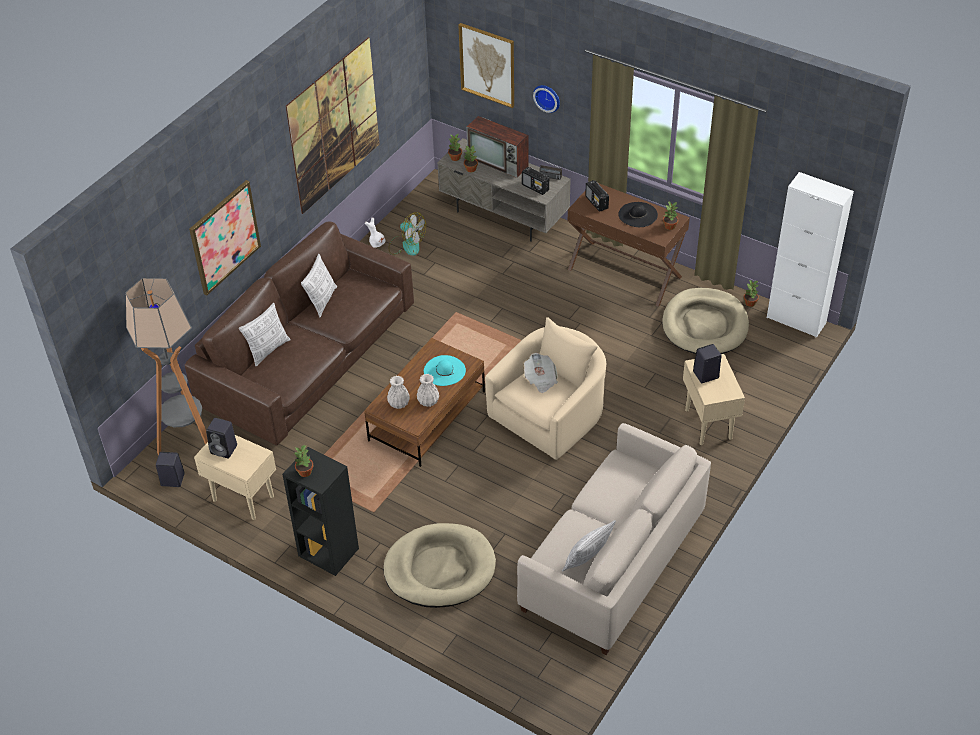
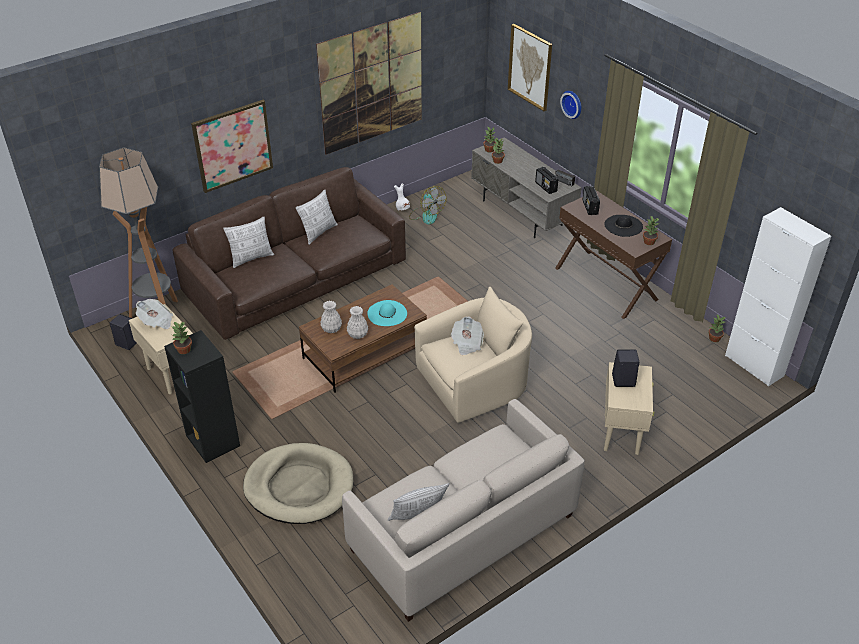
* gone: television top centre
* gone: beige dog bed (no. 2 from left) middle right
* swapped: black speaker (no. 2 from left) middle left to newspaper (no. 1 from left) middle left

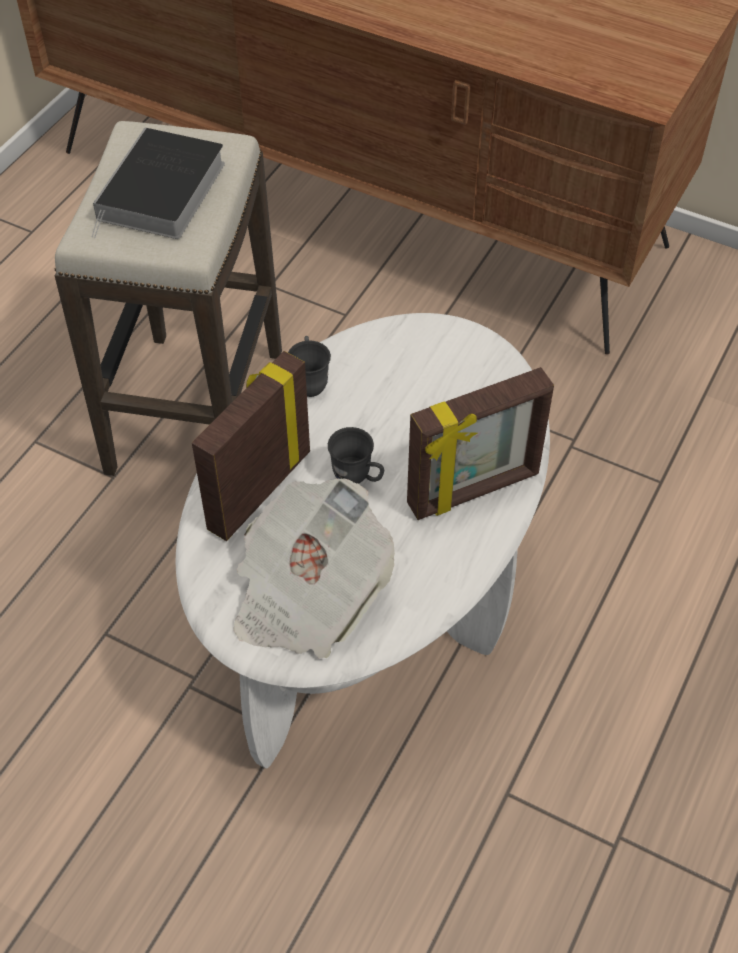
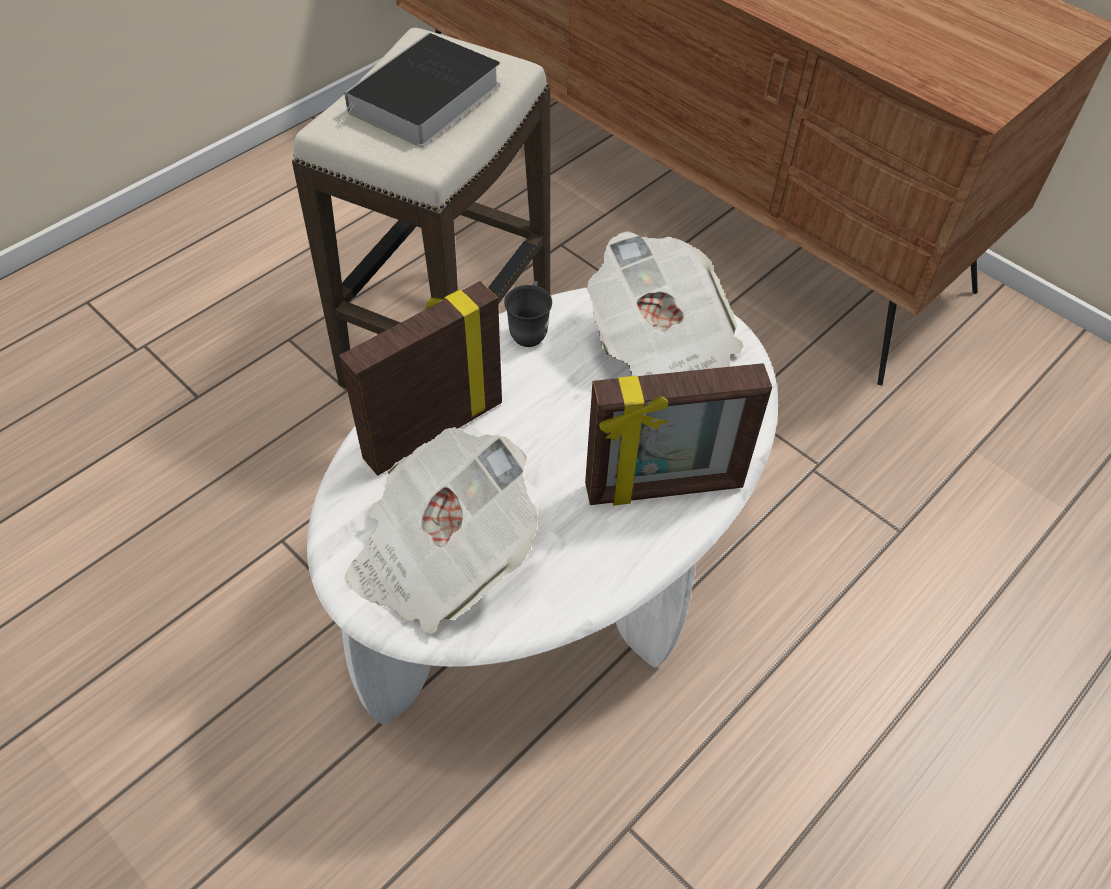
* gone: grey mug (no. 2 from left) centre
* new: newspaper (no. 2 from left) centre

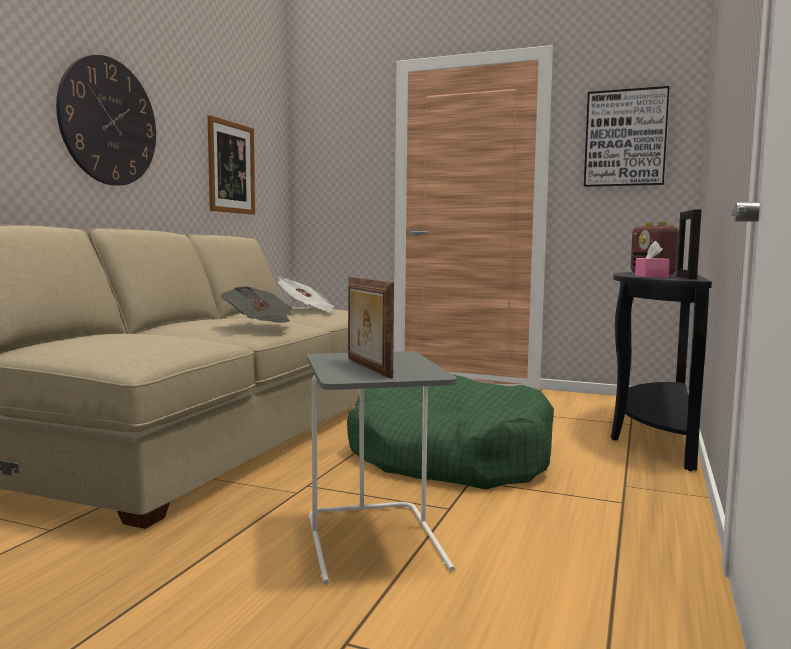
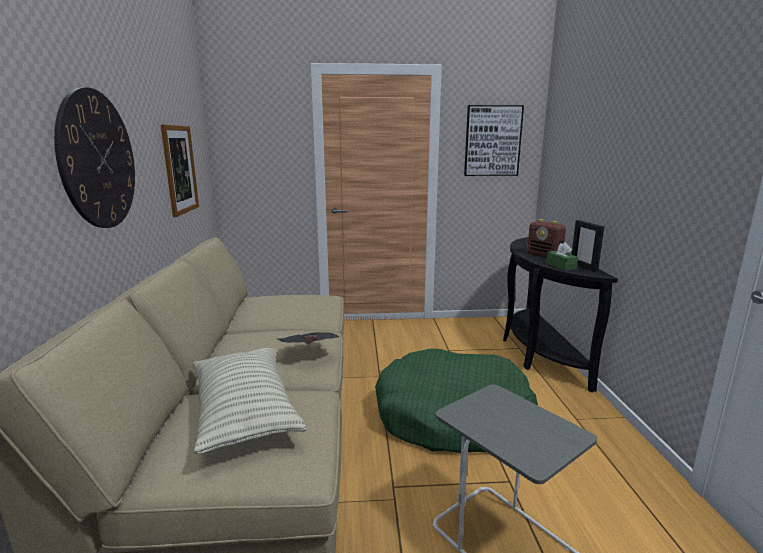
* repainted: pink tissue box middle right to green tissue box middle right
* gone: newspaper (no. 2 from left) centre
* gone: picture frame (no. 1 from left) centre
* new: pillow bottom left

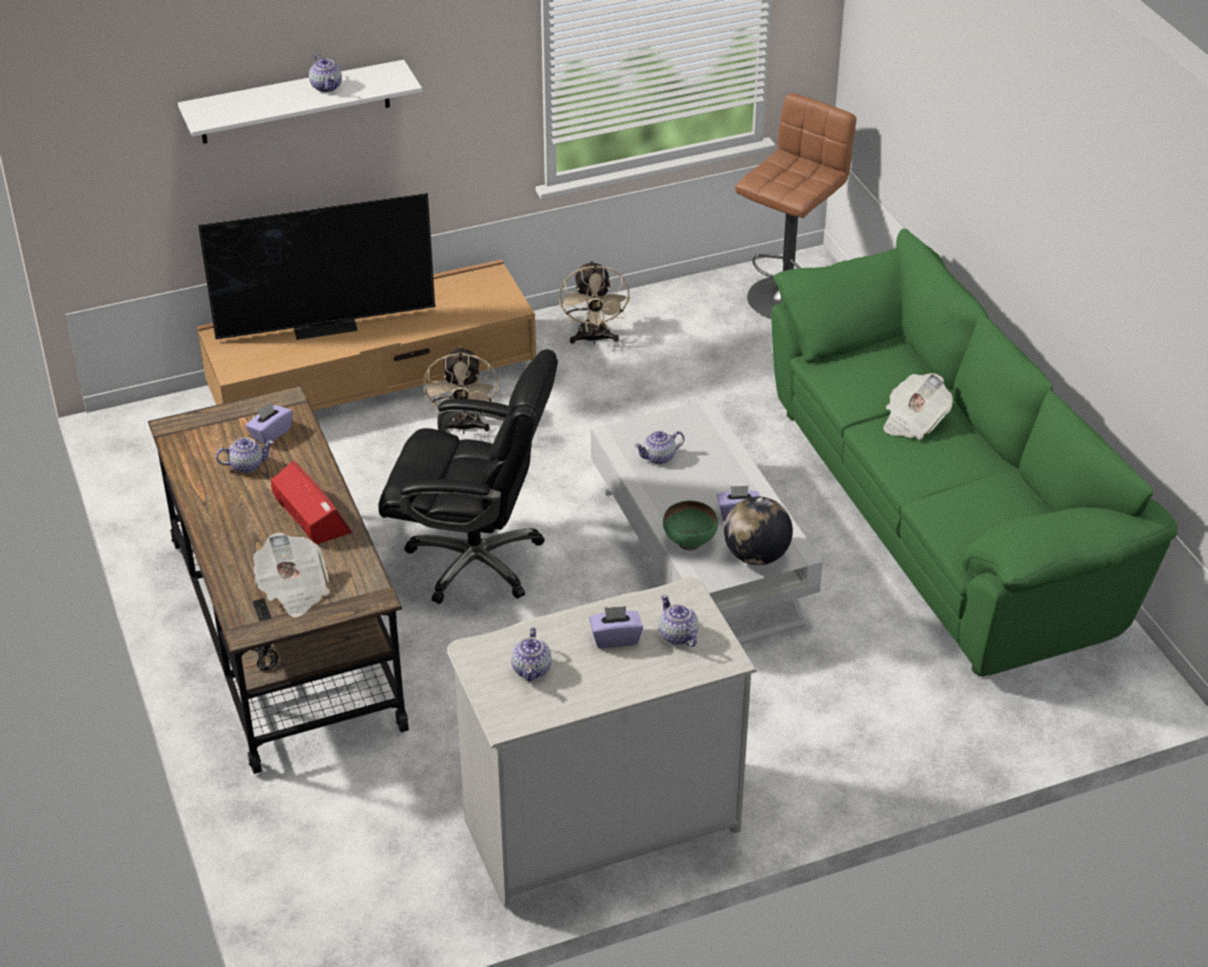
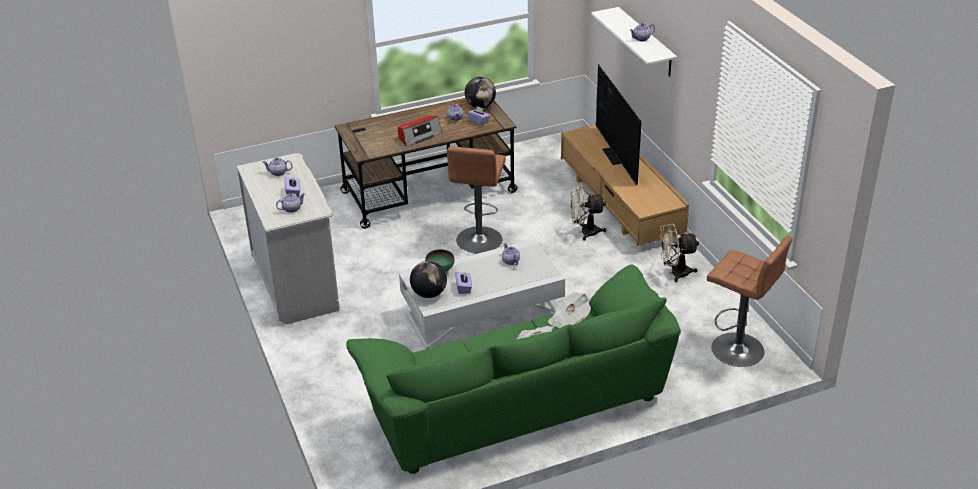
* swapped: black office chair centre to brown stool (no. 1 from left) centre
* shifted: newspaper (no. 1 from left in the first image) middle left to newspaper (no. 2 from left) centre
* new: globe (no. 2 from left) top centre

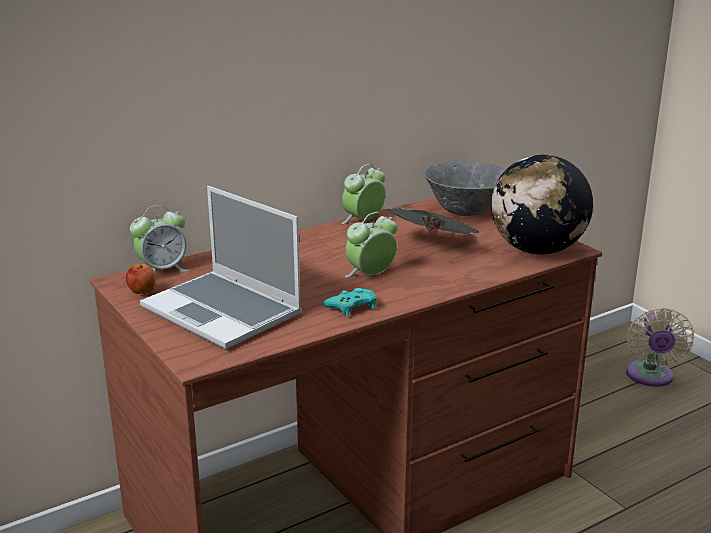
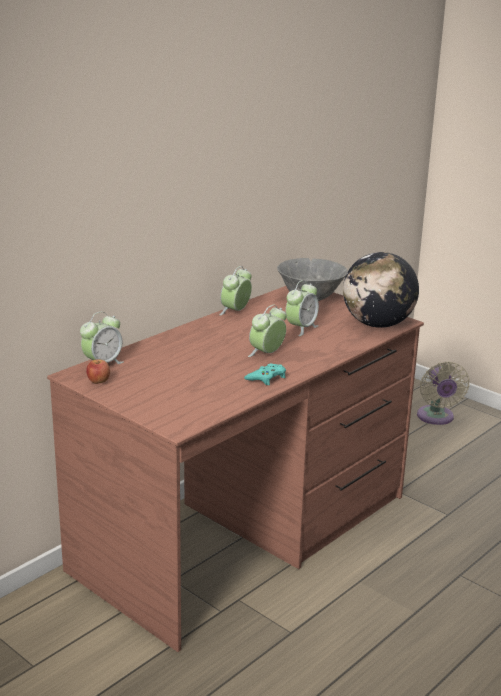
* gone: laptop middle left
* swapped: newspaper centre to alarm clock (no. 4 from left) centre

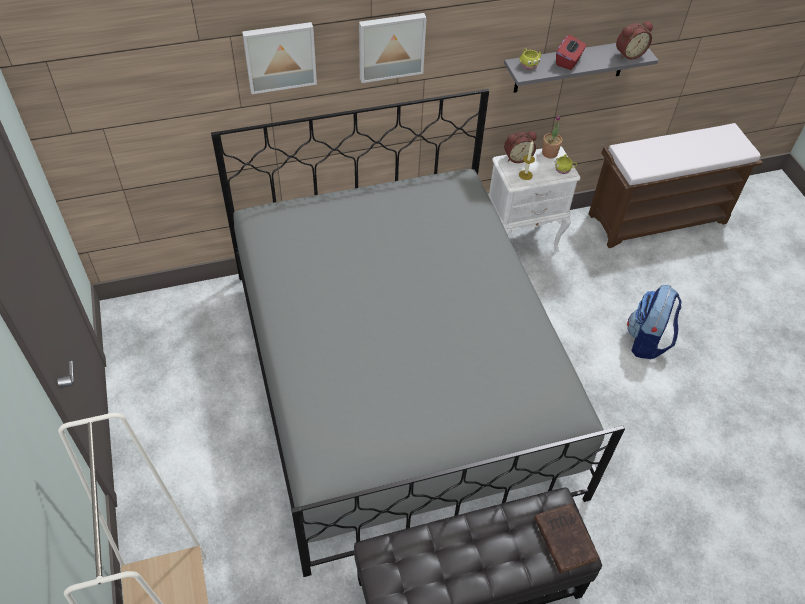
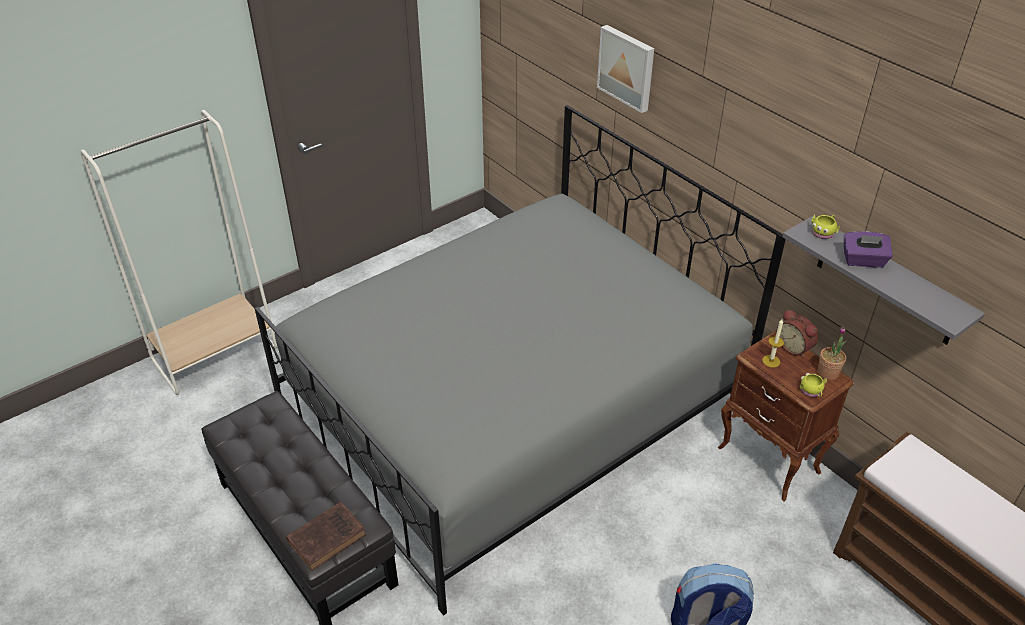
* gone: picture (no. 2 from left) top centre
* gone: alarm clock (no. 2 from left) top right
* repainted: red tissue box top right to purple tissue box middle right
* repainted: white nightstand top centre to brown nightstand middle right

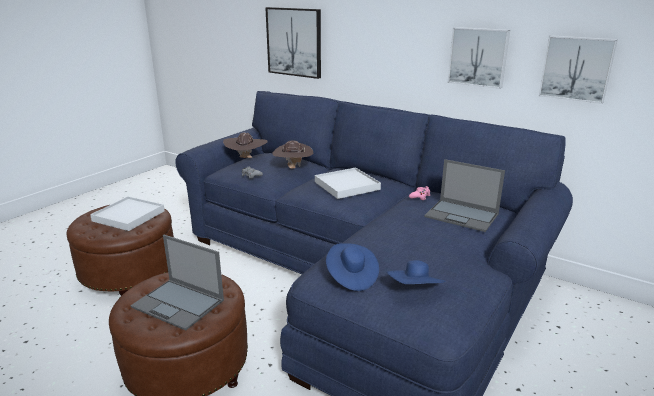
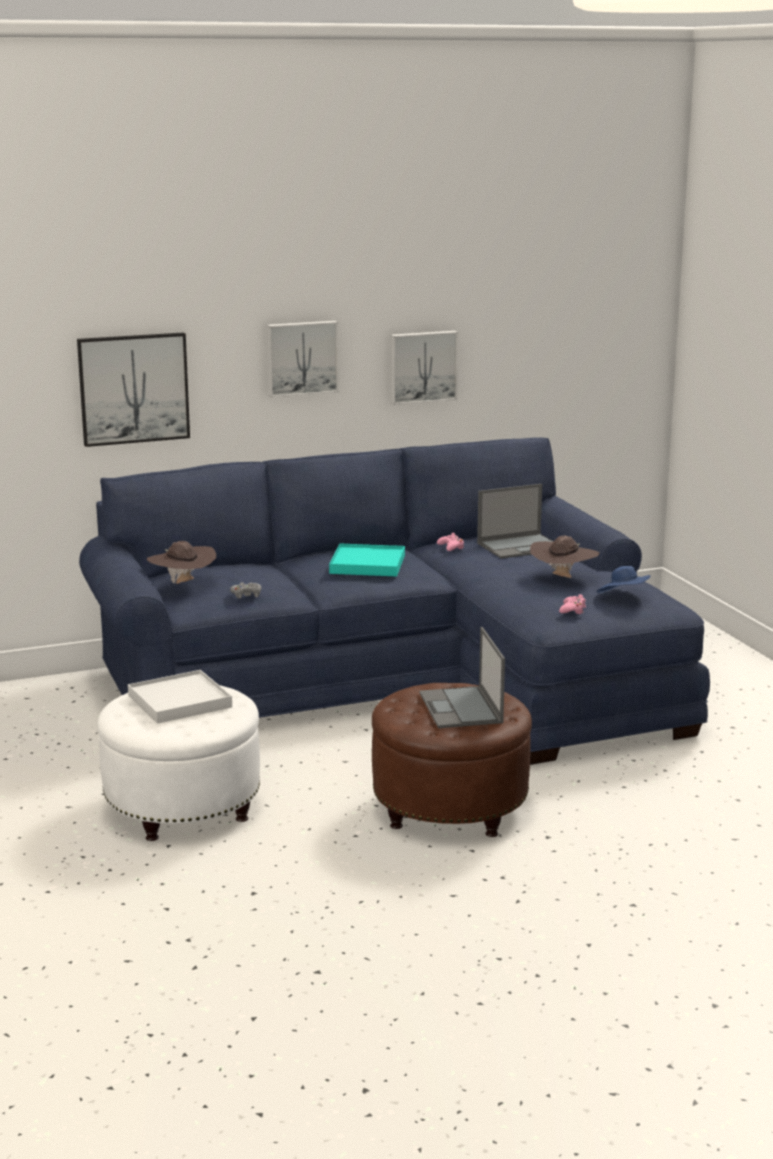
* shifted: picture (no. 3 from left in the first image) top right to picture (no. 2 from left) top centre
* shifted: brown hat (no. 2 from left) centre to middle right
* repainted: white tray (no. 2 from left) centre to turquoise tray centre
* repainted: brown ottoman (no. 1 from left) middle left to white ottoman middle left
* rotated: laptop (no. 1 from left) bottom left = centre 105 degrees clockwise
* swapped: blue hat (no. 1 from left) bottom centre to pink game controller (no. 2 from left) middle right

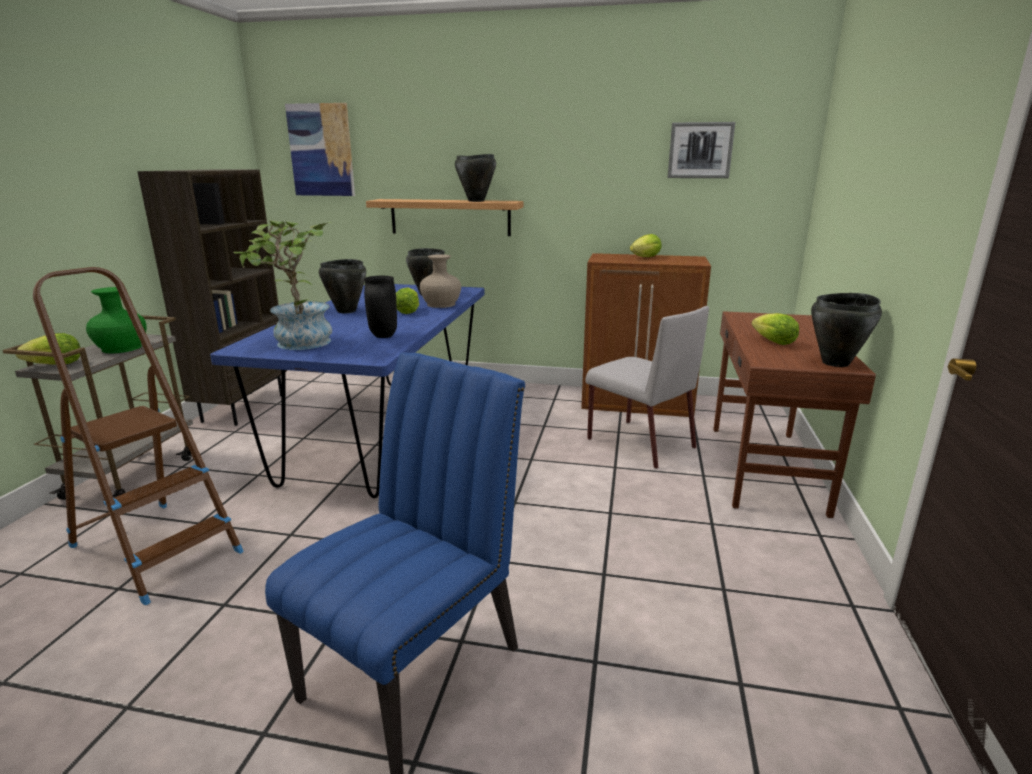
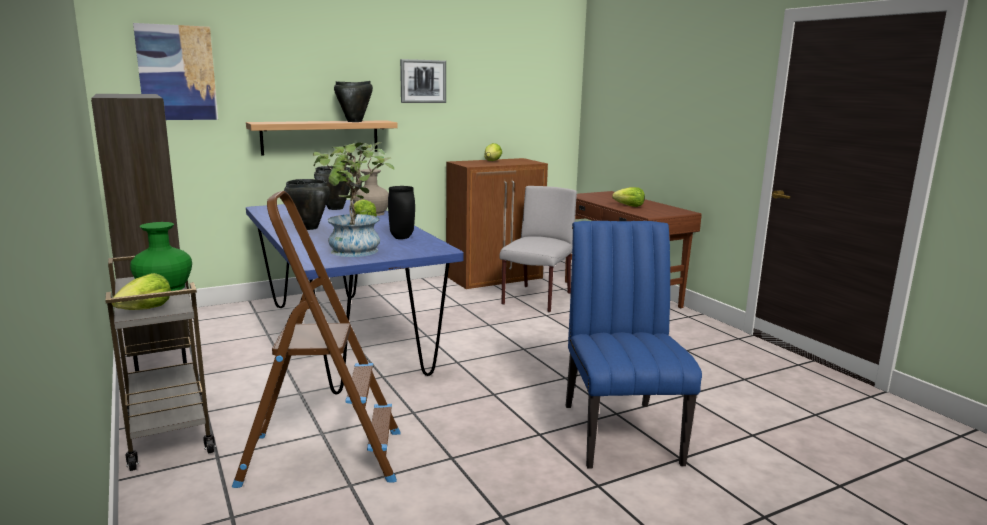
* shifted: picture (no. 2 from left) top right to top centre
* gone: black cooking pot (no. 4 from left) middle right
* rotated: grey chair centre = centre 75 degrees counterclockwise

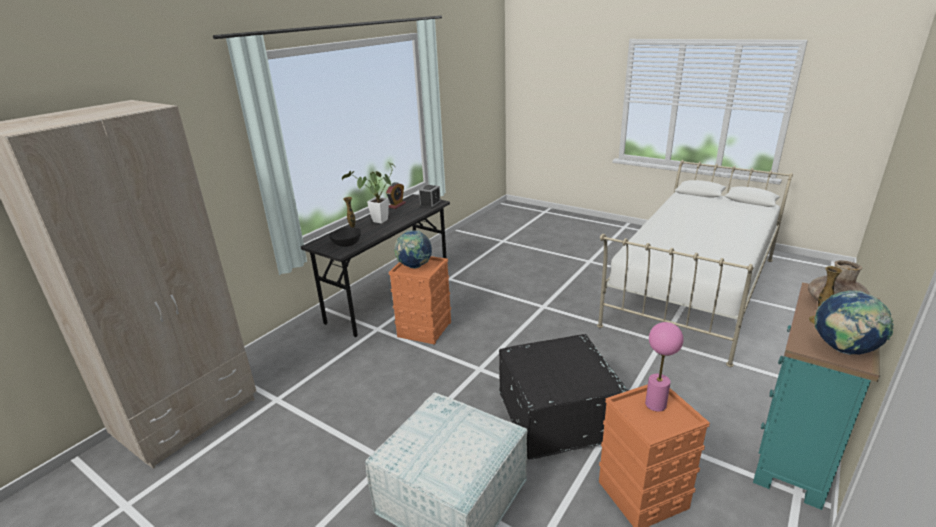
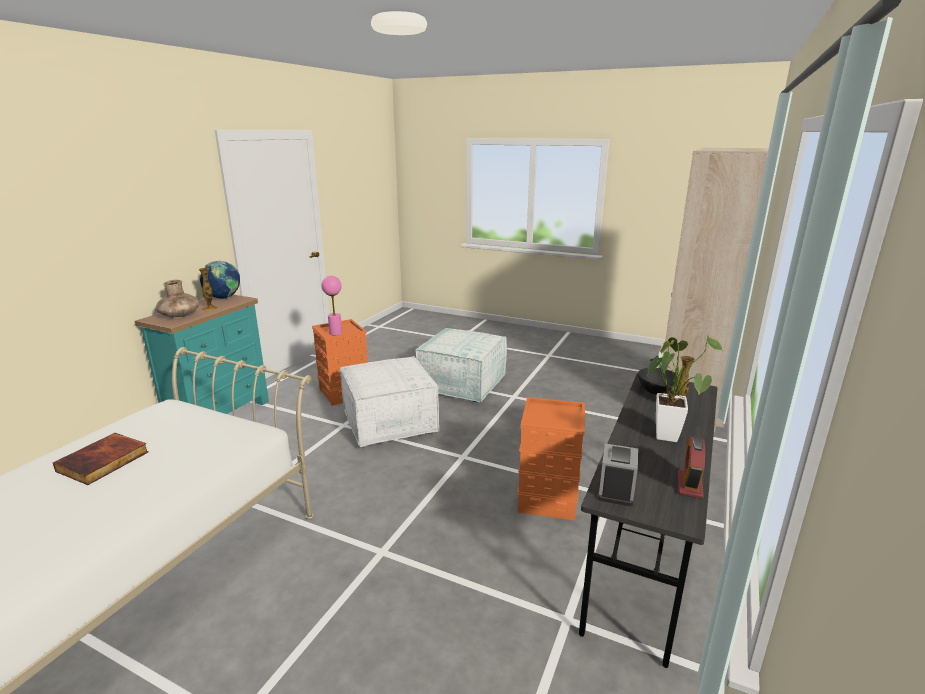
* gone: globe (no. 1 from left) centre
* repainted: black ottoman bottom centre to white ottoman (no. 1 from left) centre
* new: book middle left

